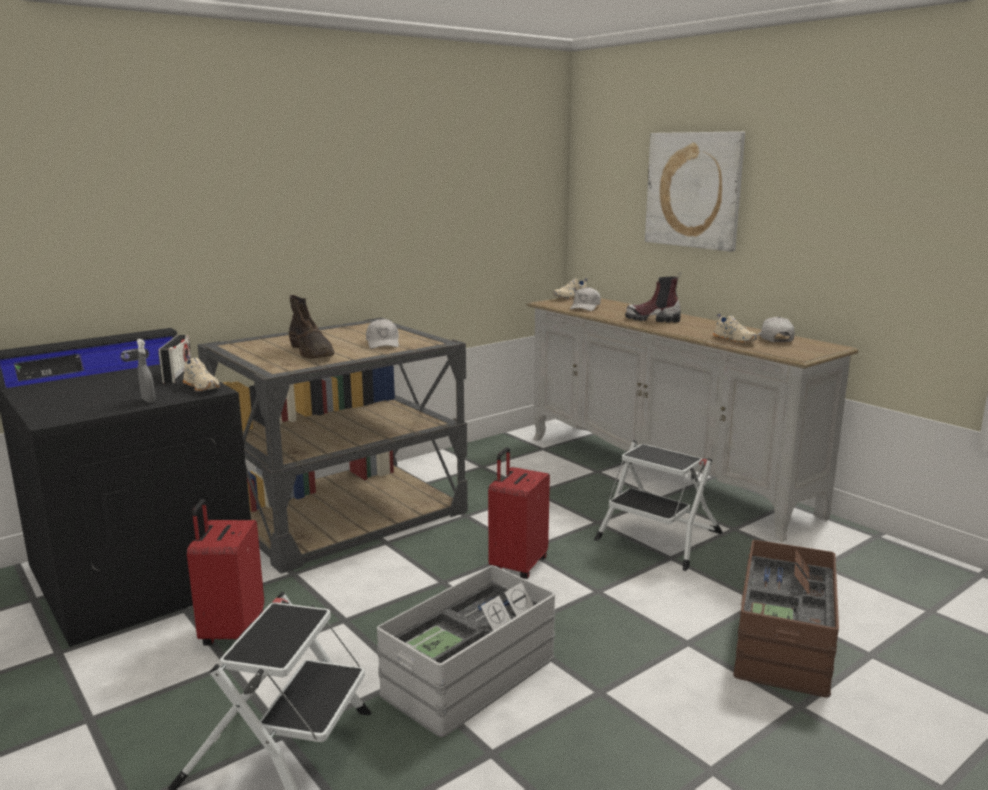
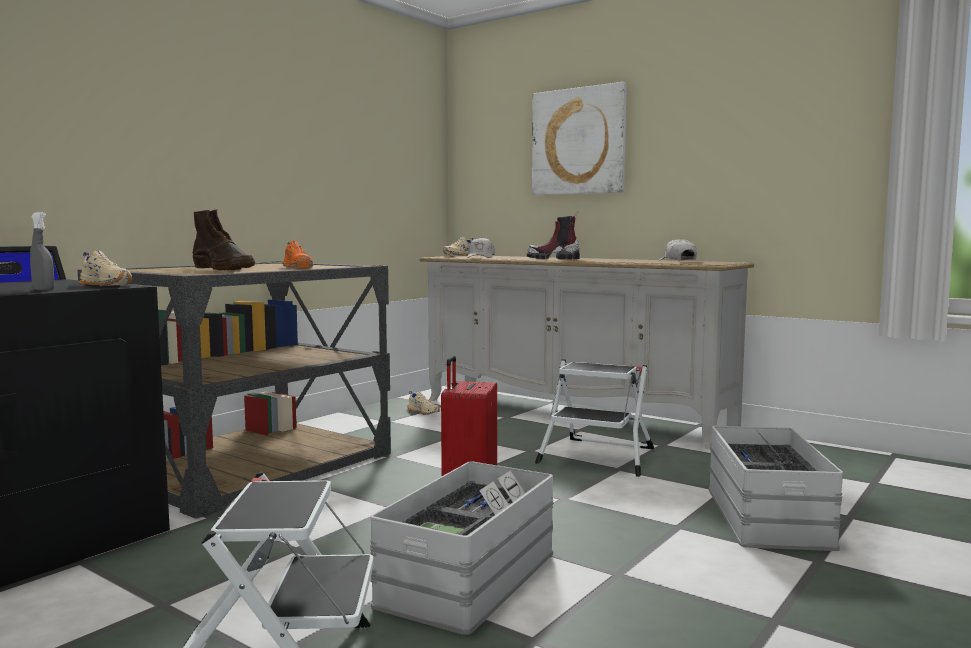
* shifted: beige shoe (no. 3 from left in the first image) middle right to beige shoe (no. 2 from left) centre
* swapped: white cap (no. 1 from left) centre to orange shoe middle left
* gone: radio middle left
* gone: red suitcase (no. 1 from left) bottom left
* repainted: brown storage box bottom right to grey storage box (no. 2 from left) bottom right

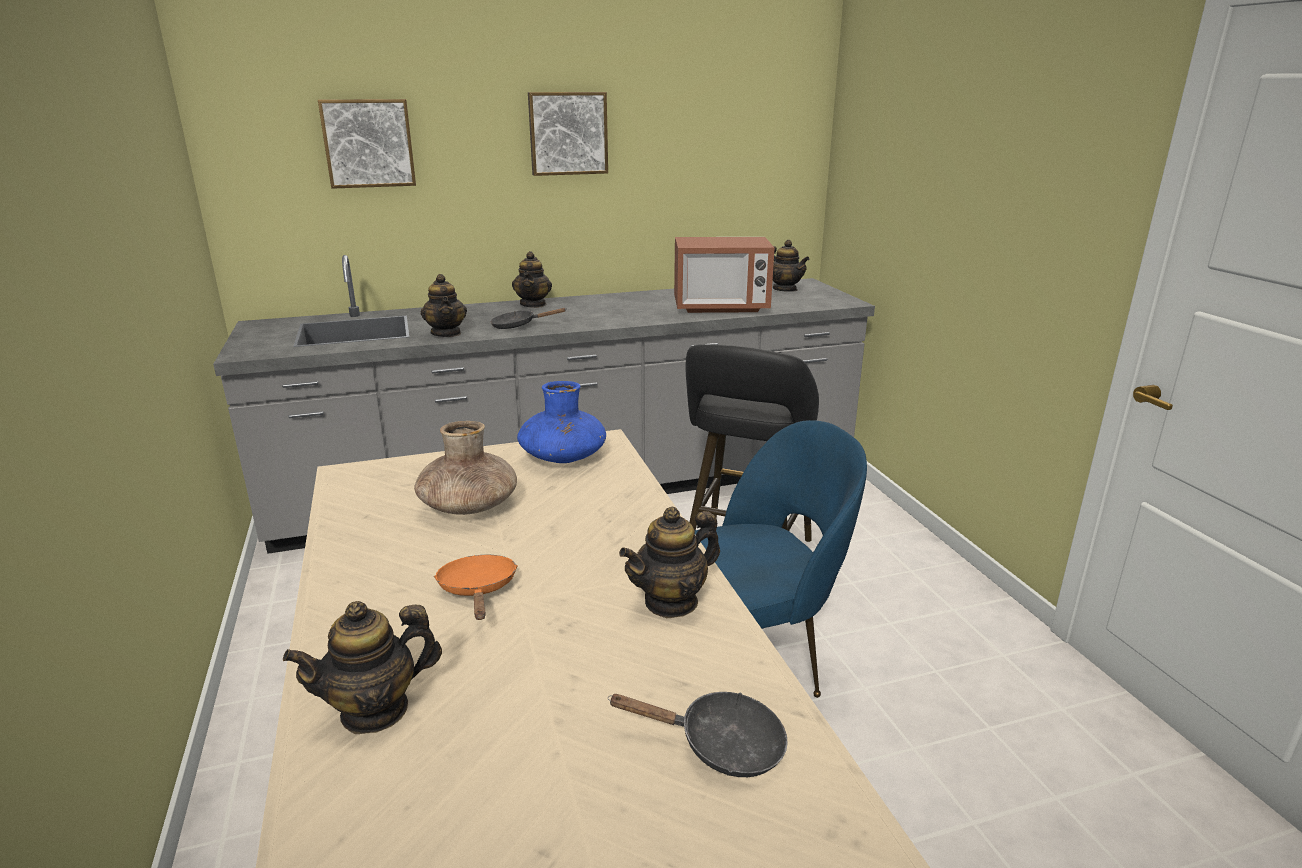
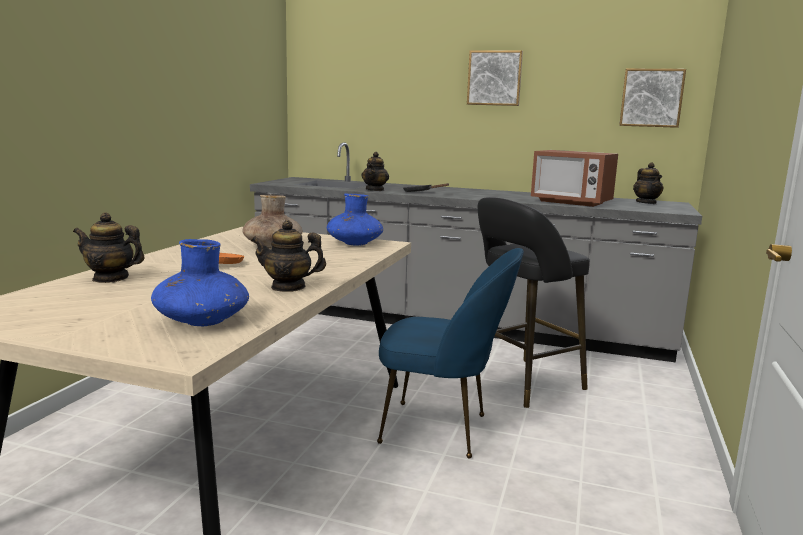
* shifted: picture (no. 1 from left in the first image) top left to picture (no. 2 from left) top right
* gone: teapot (no. 3 from left) top centre
* swapped: black frying pan (no. 2 from left) bottom centre to blue vase (no. 1 from left) middle left

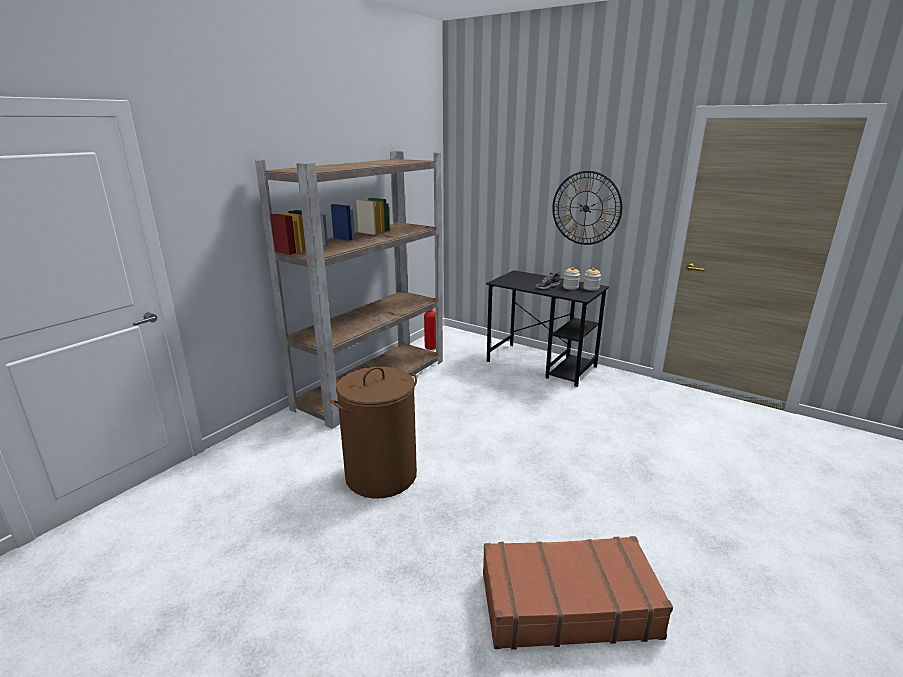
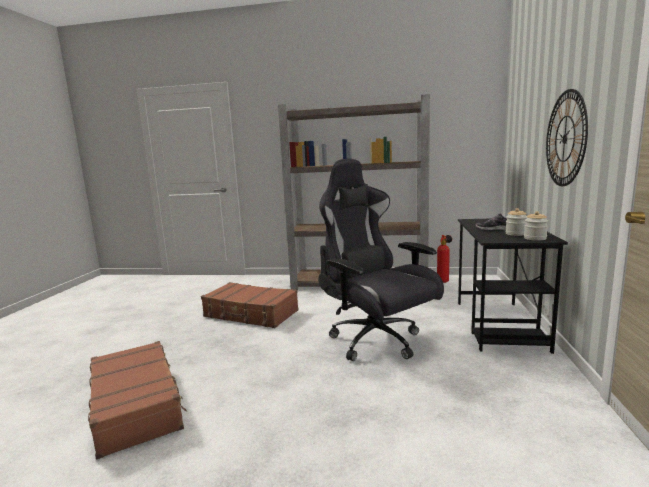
* swapped: brown laundry basket centre to brown suitcase (no. 2 from left) centre
* new: black office chair centre

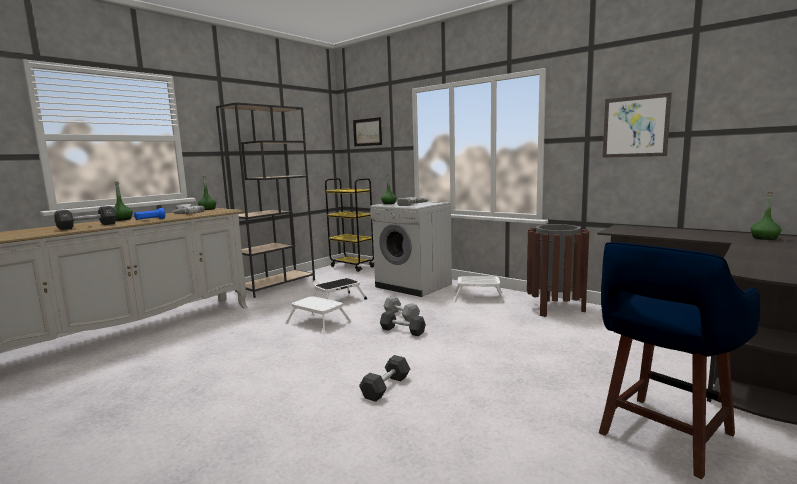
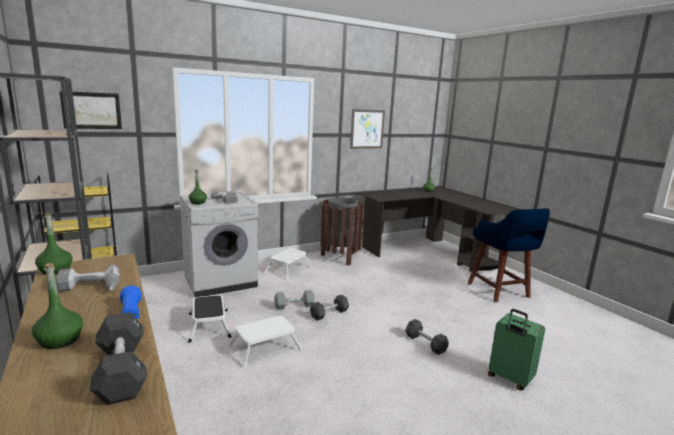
* new: green suitcase bottom right

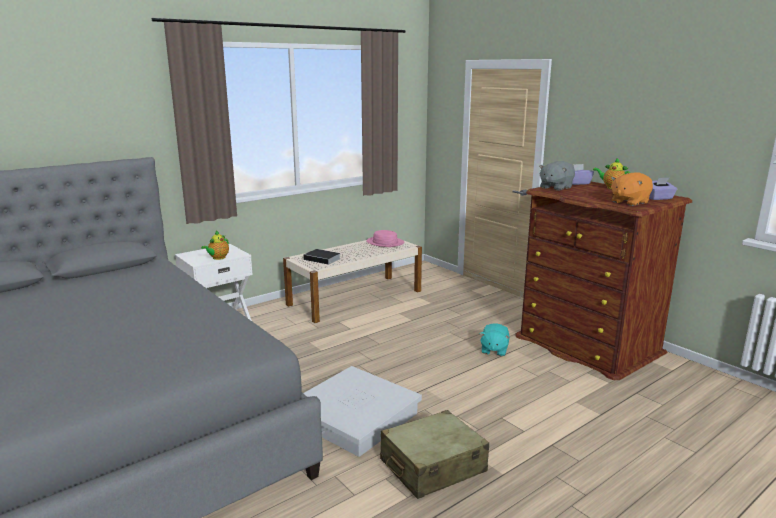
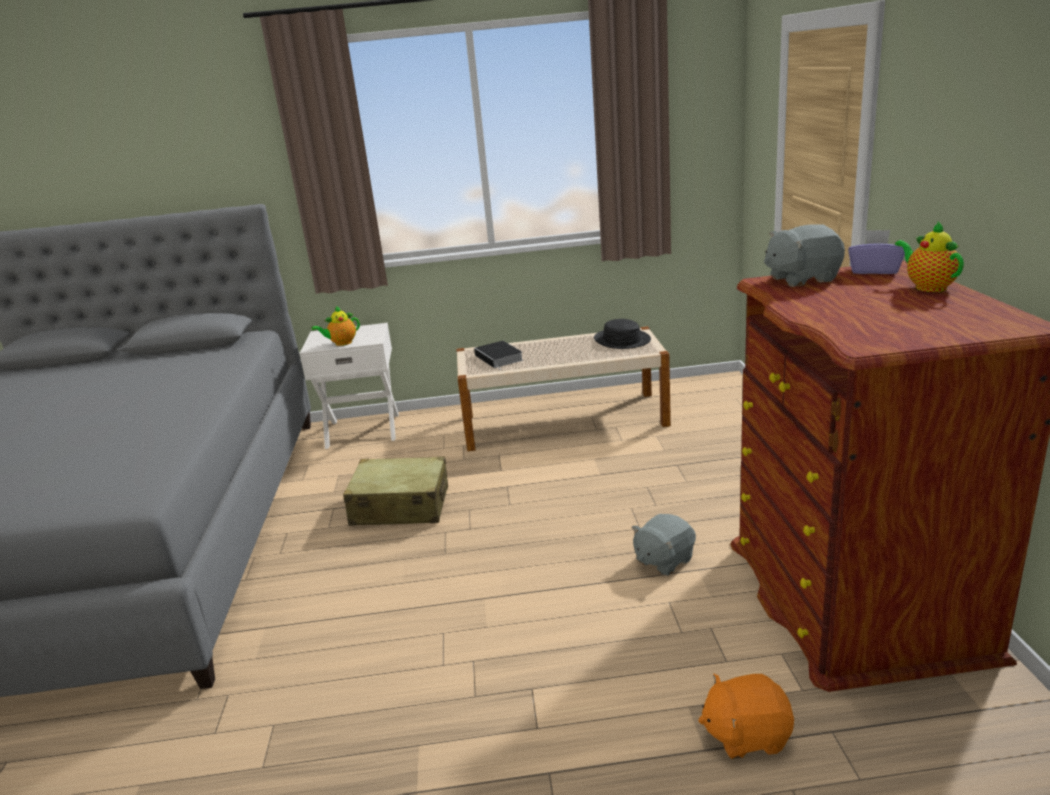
* shifted: orange plush toy middle right to bottom right
* gone: purple tissue box (no. 2 from left) middle right
* repainted: pink hat centre to black hat centre
* repainted: turquoise plush toy centre to grey plush toy (no. 1 from left) bottom centre
* gone: white storage box bottom centre
* shifted: beige suitcase bottom centre to centre

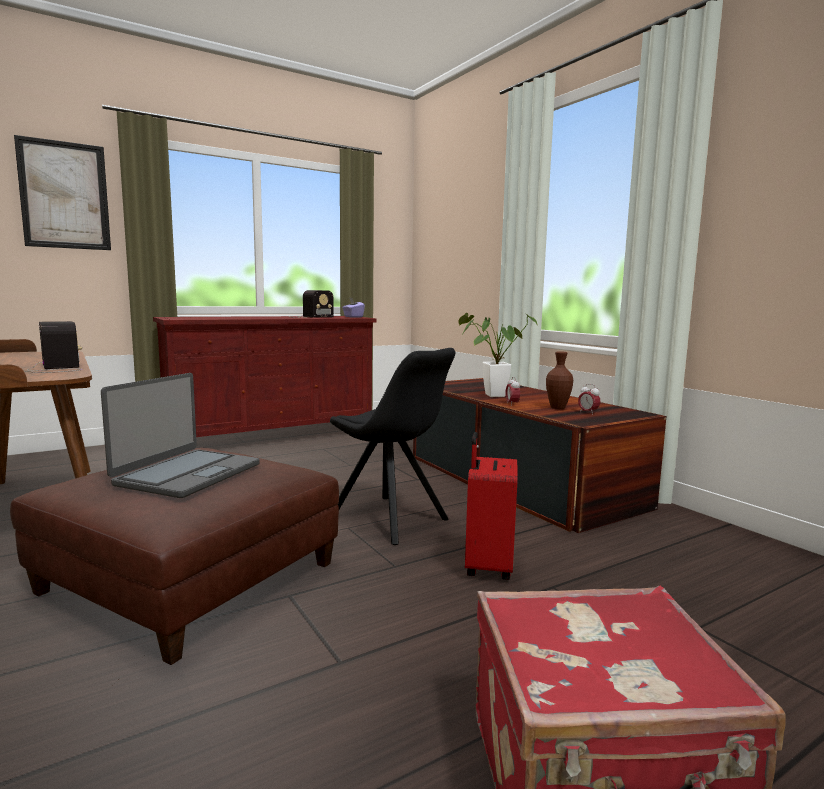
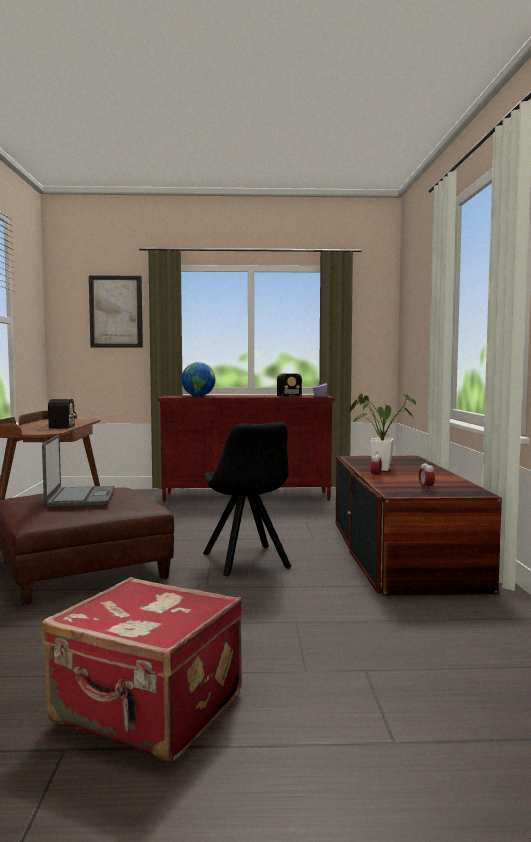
* gone: brown vase middle right
* rotated: laptop middle left = middle left 60 degrees counterclockwise
* gone: red suitcase (no. 1 from left) centre
* new: globe centre

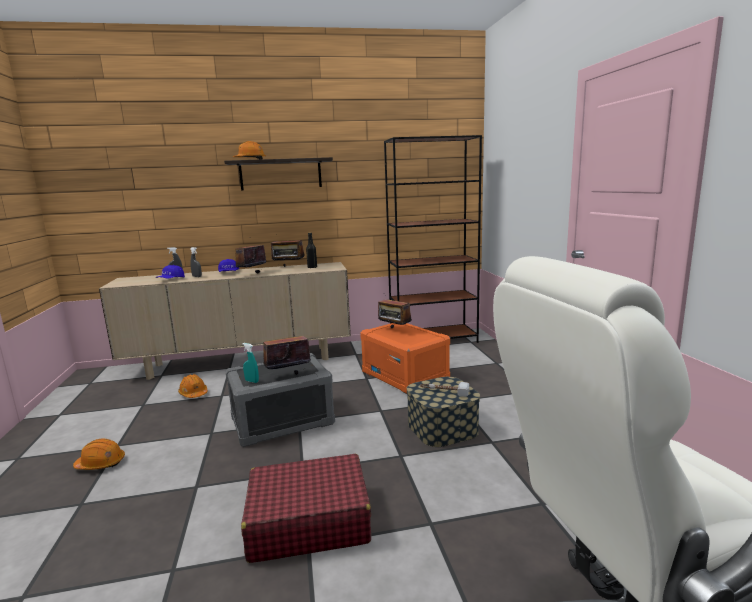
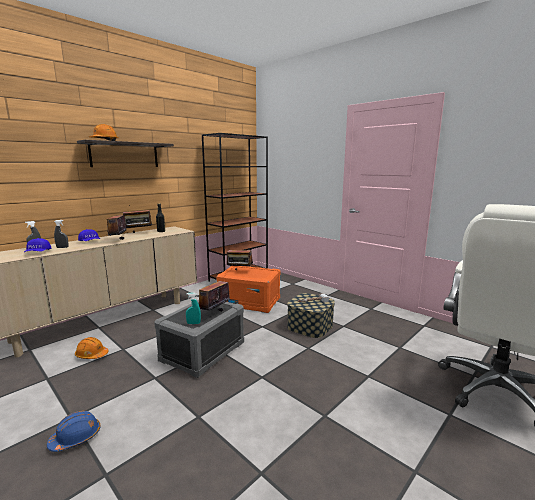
* repainted: orange hard hat (no. 1 from left) bottom left to blue hard hat bottom left
* gone: red suitcase bottom centre

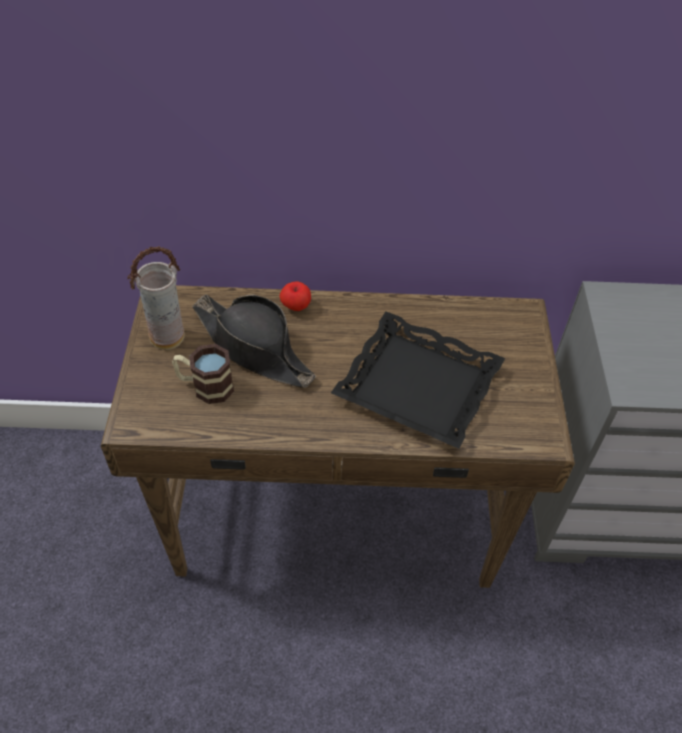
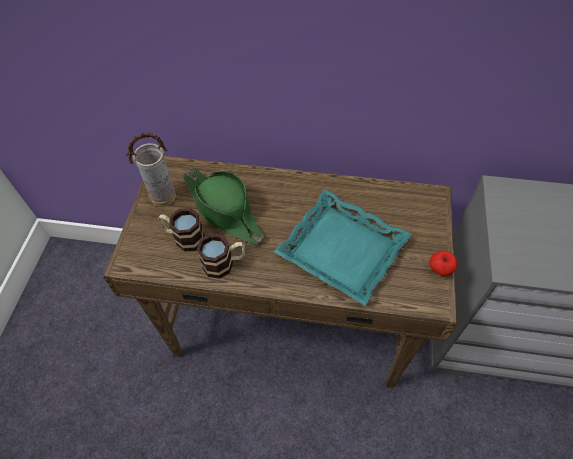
* shifted: apple centre to middle right
* repainted: black hat centre to green hat centre
* repainted: black tray centre to turquoise tray centre
* new: mug (no. 2 from left) centre

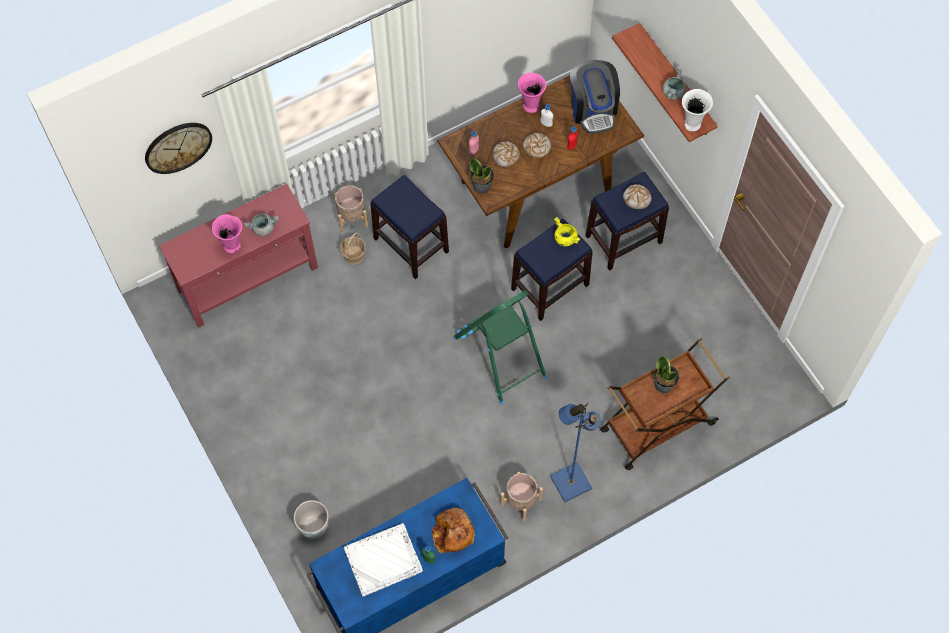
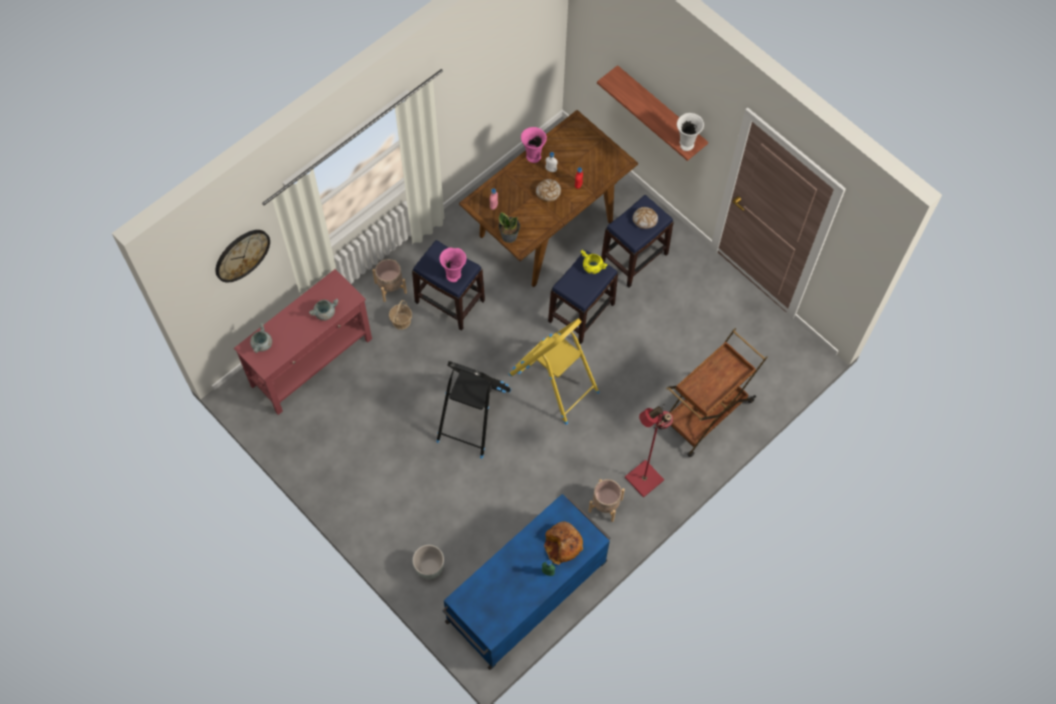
* gone: coffee machine top centre
* shifted: grey cooking pot (no. 2 from left in the first image) top right to grey cooking pot (no. 1 from left) middle left
* gone: bread (no. 2 from left) top centre
* shifted: pink vase (no. 1 from left) middle left to centre
* repainted: green step ladder centre to yellow step ladder centre
* gone: potted plant (no. 2 from left) middle right
* repainted: blue floor lamp bottom centre to red floor lamp centre
* gone: white tray bottom centre
* new: black step ladder centre

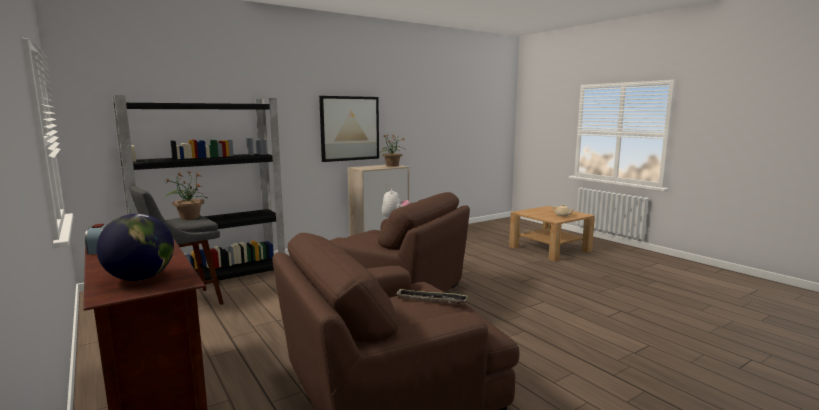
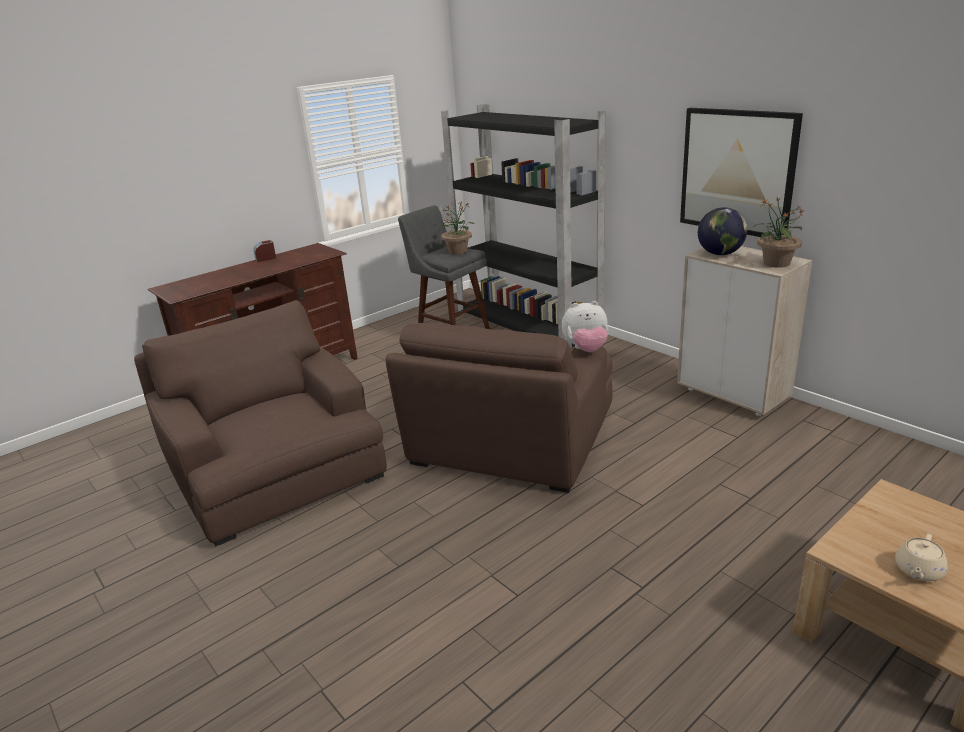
* shifted: globe middle left to top right
* gone: tray bottom centre

